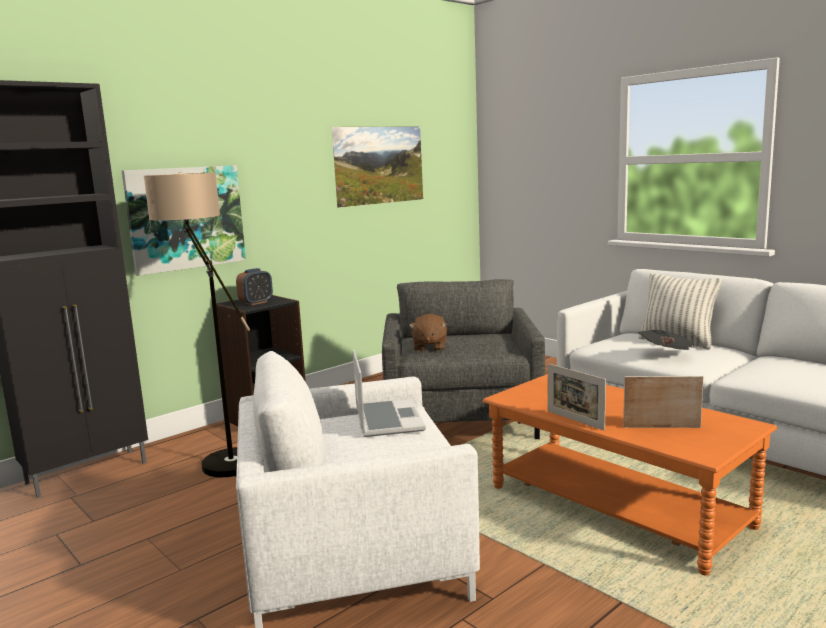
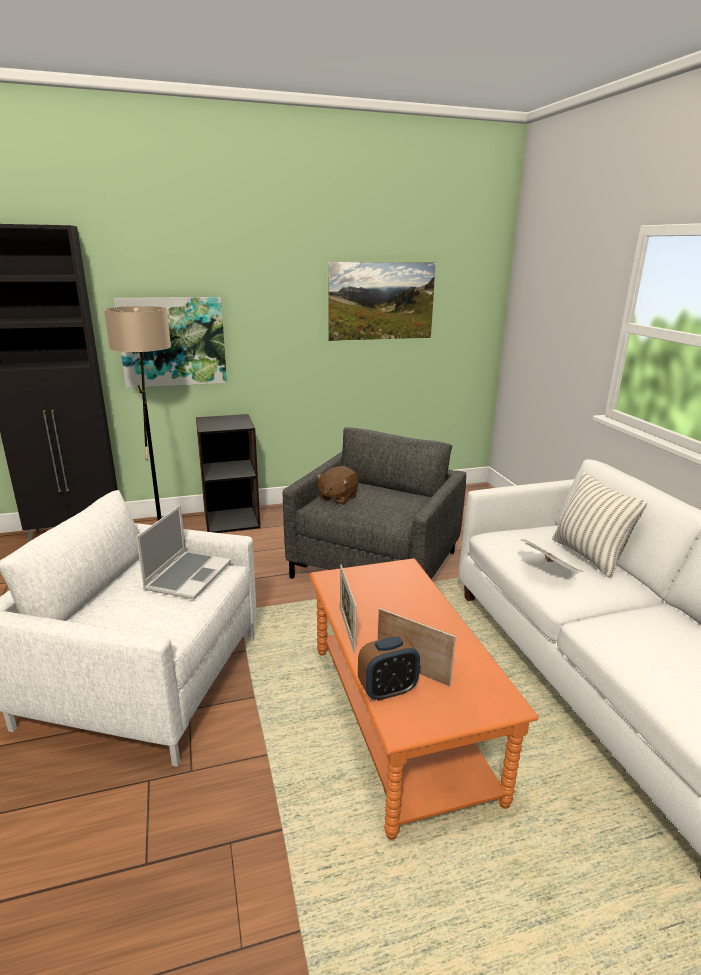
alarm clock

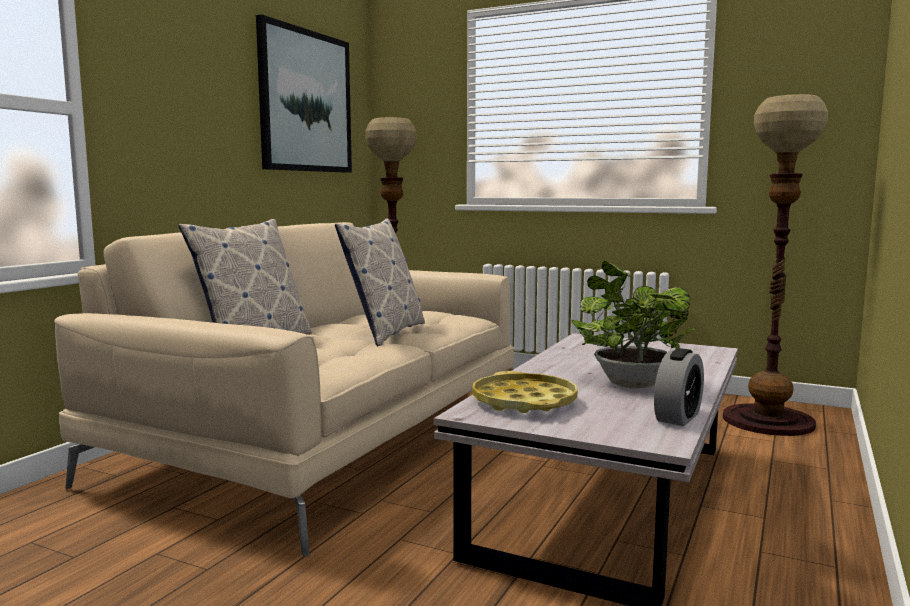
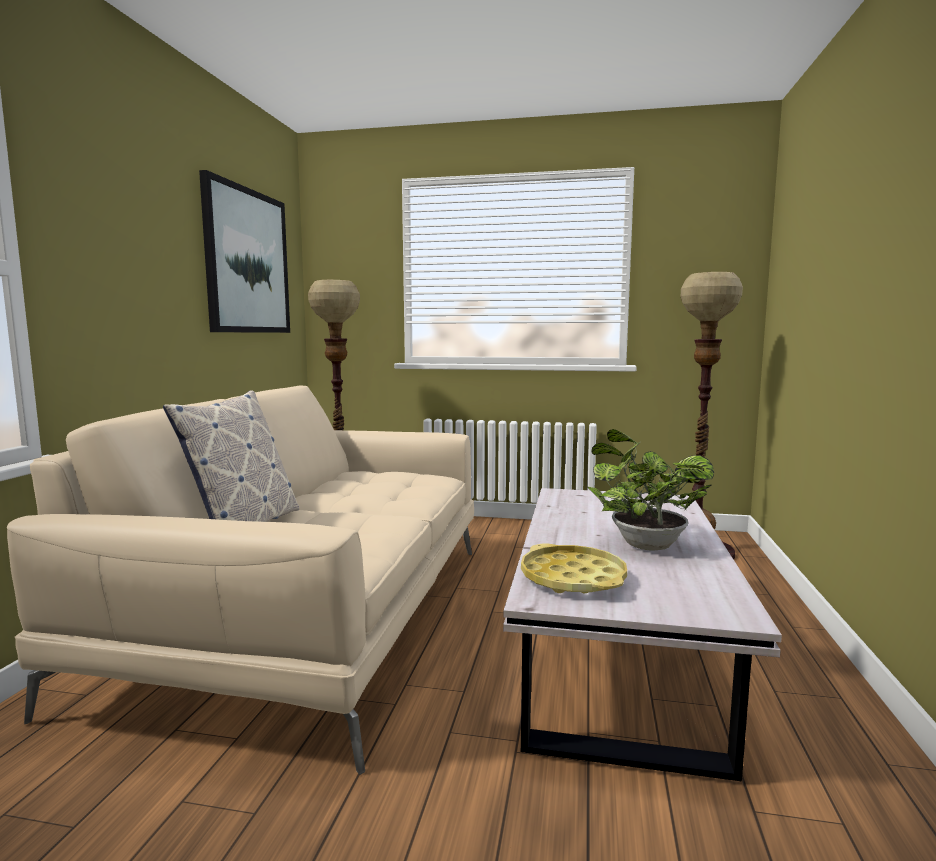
cushion (2nd from left in the first image)
alarm clock

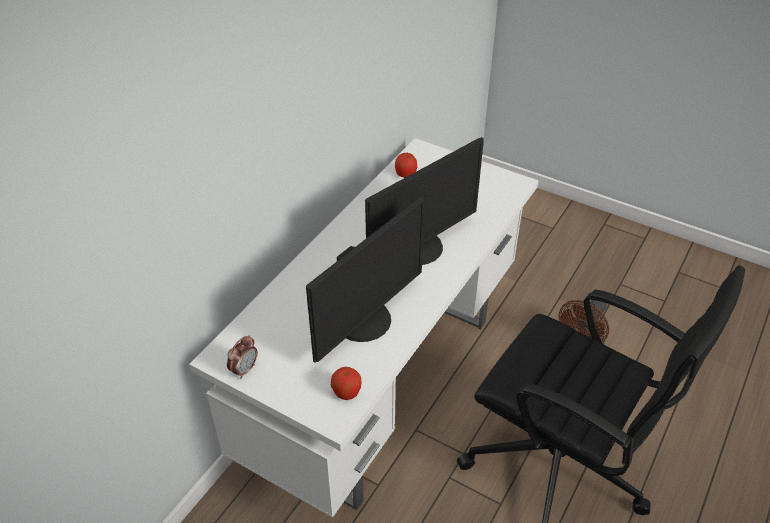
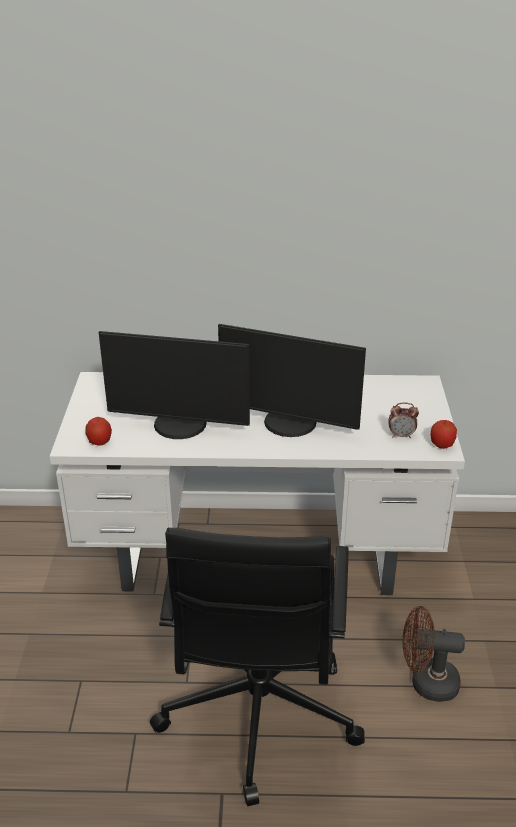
alarm clock
whole apple (2nd from left)

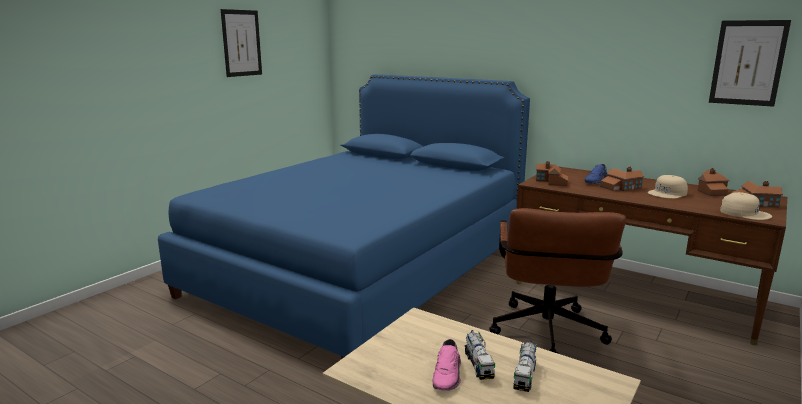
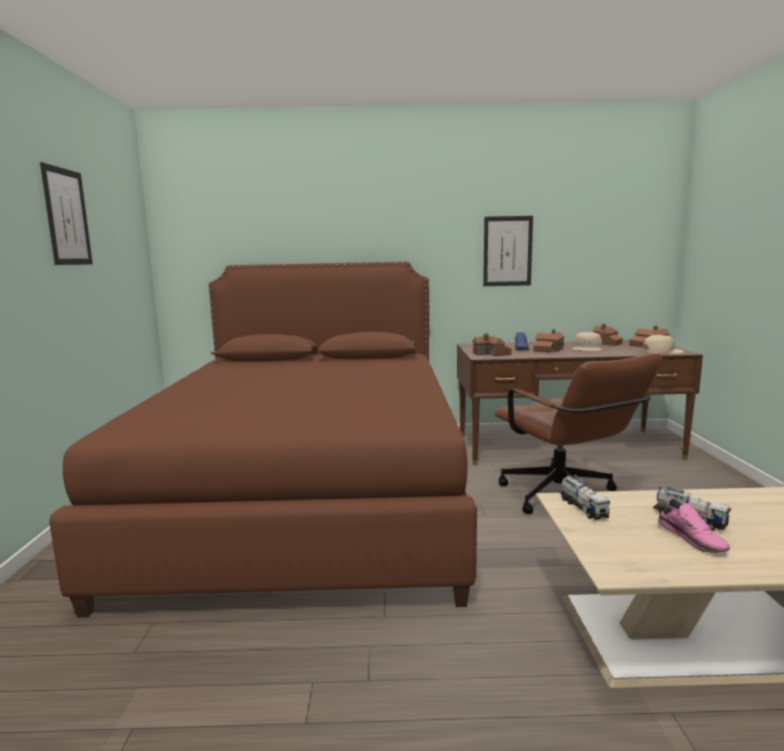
bedroom bed (brownish)
toy lorry (1st from left)
wall art (2nd from left)

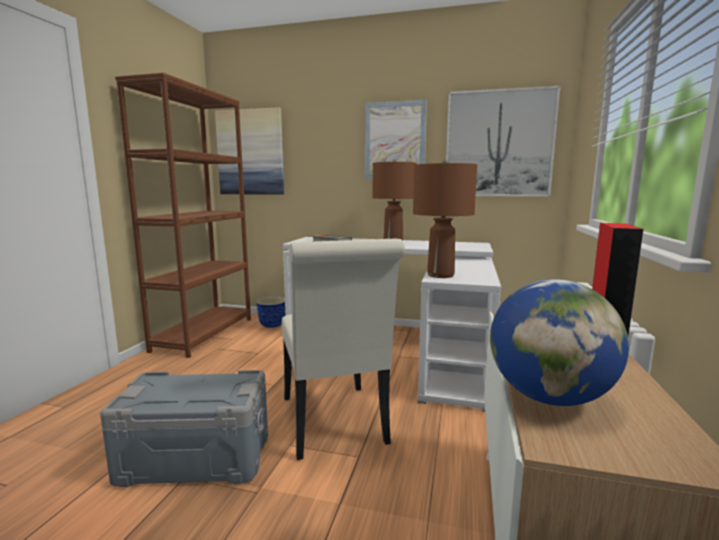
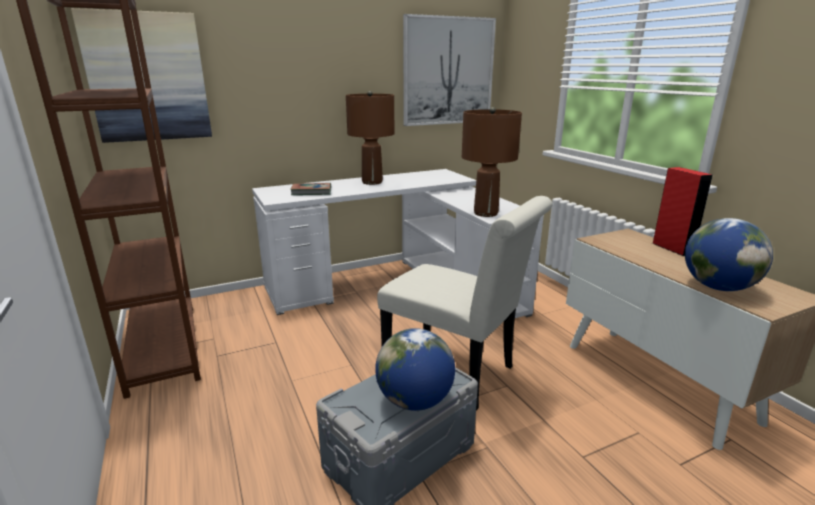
flower pot
wall art (2nd from left in the first image)
world globe (1st from left)

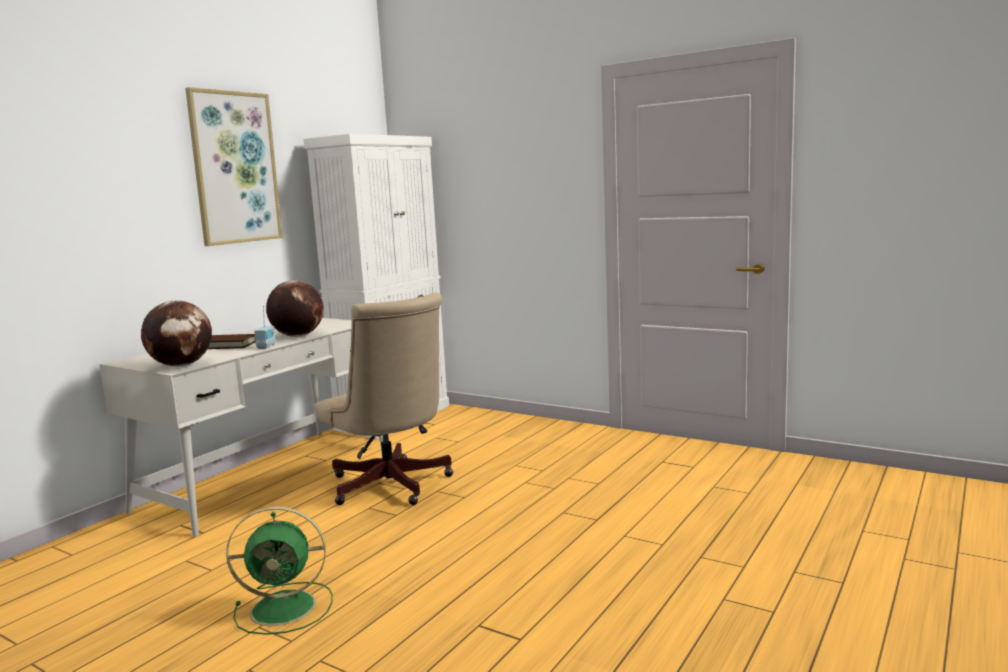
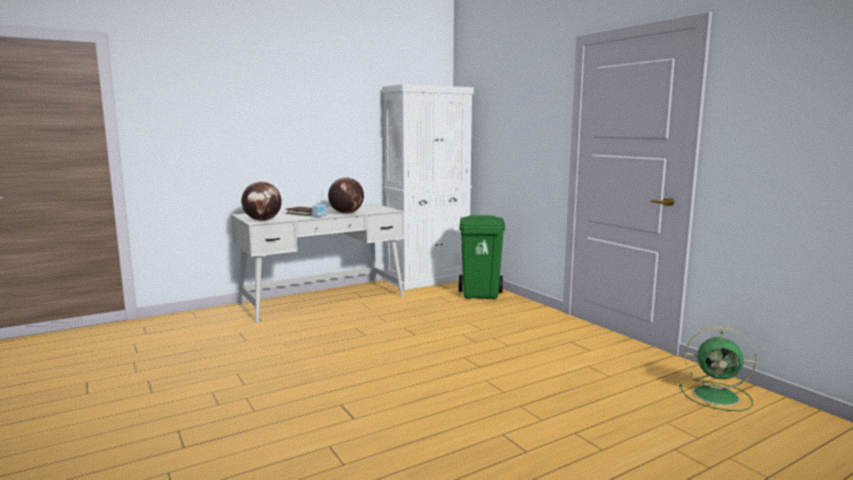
wall art
fan (green)
desk chair (sand-coloured)
trash can (green)

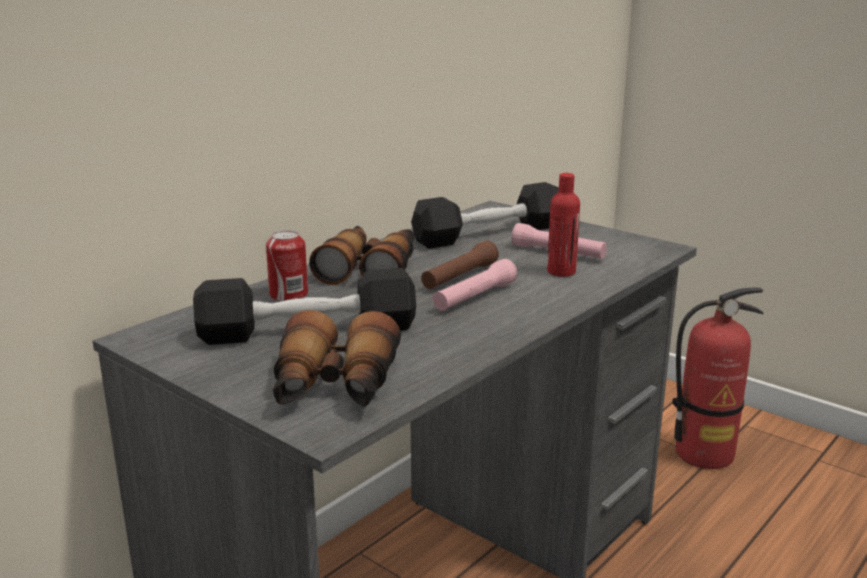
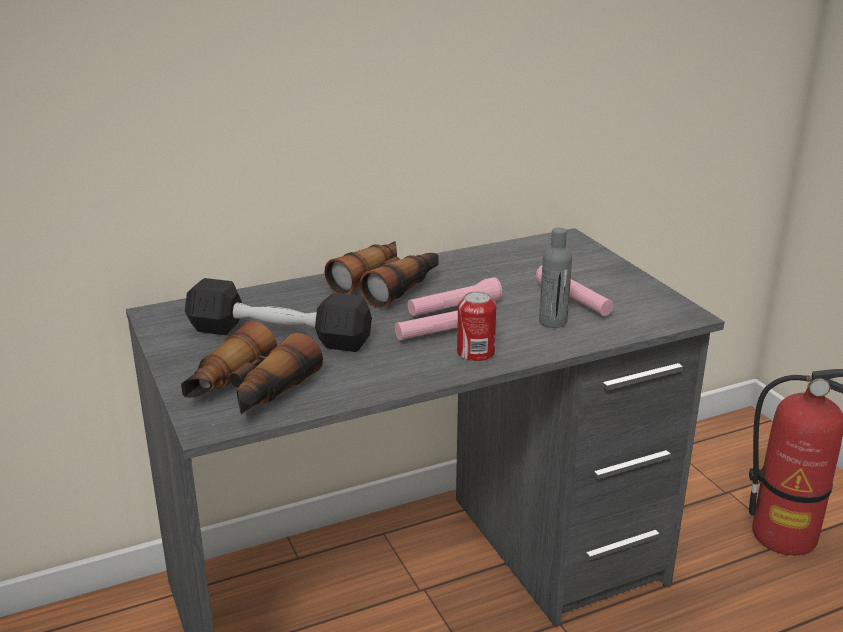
can
free weight (black) (2nd from left in the first image)
hand torch (pink-coloured) (2nd from left)
drink bottle (greyish)

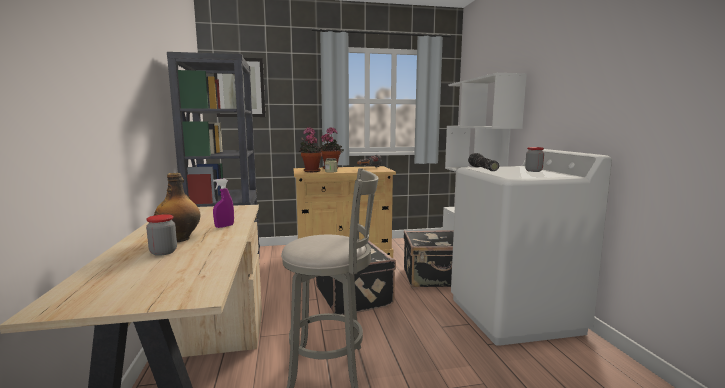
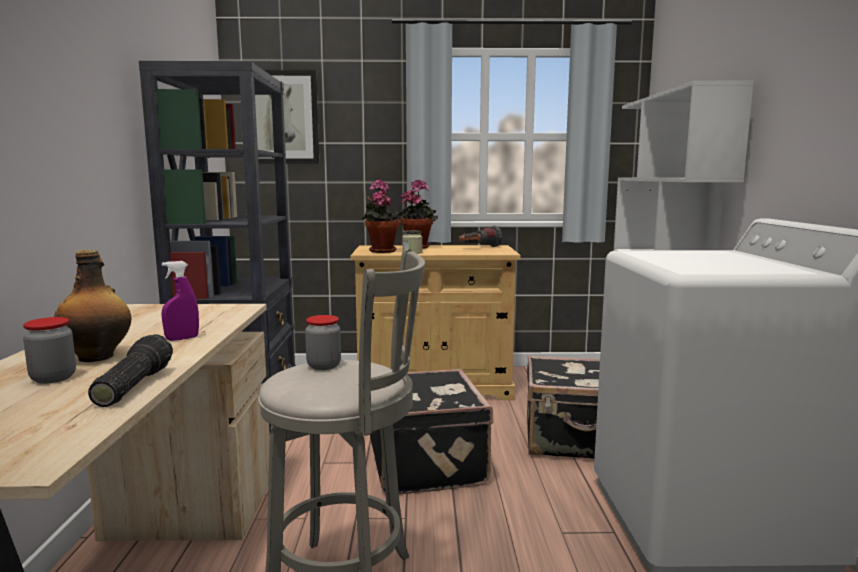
hand torch (1st from left)
storage jar (2nd from left)

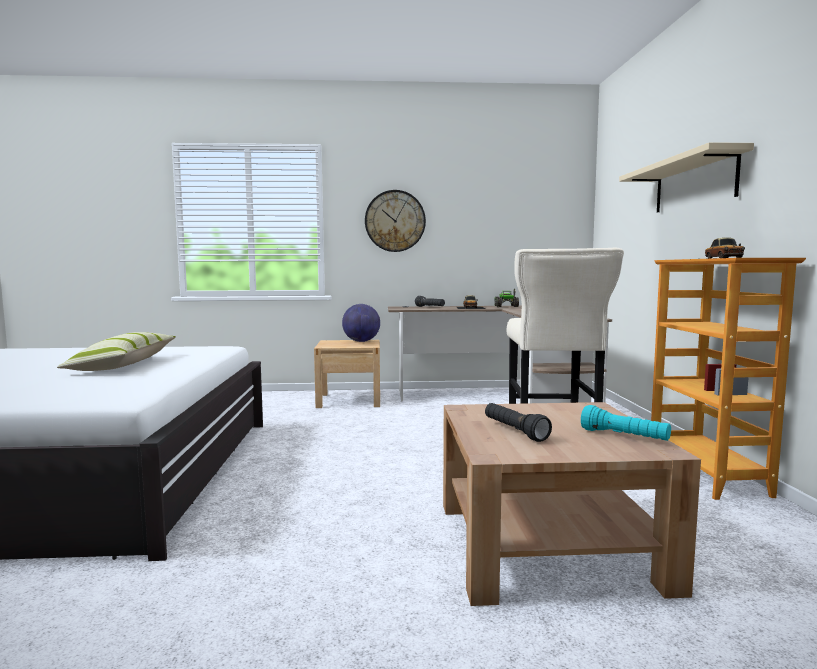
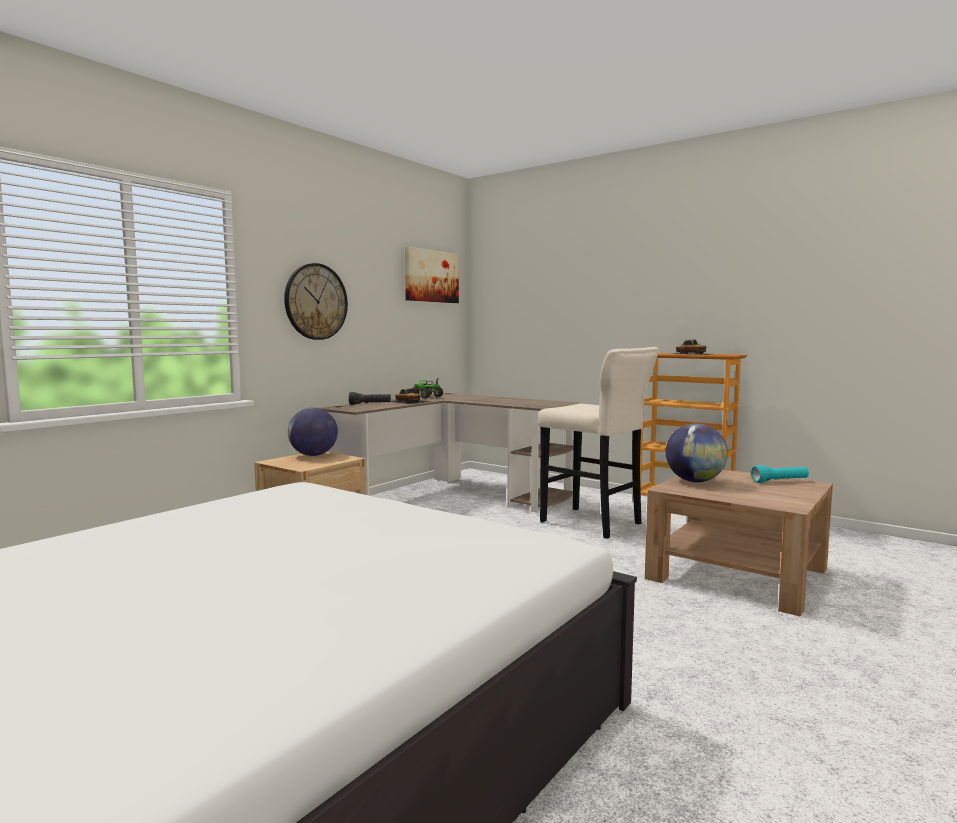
cushion
hand torch (black) (2nd from left in the first image)
bracket shelf (sand-coloured)
wall art
world globe (2nd from left)

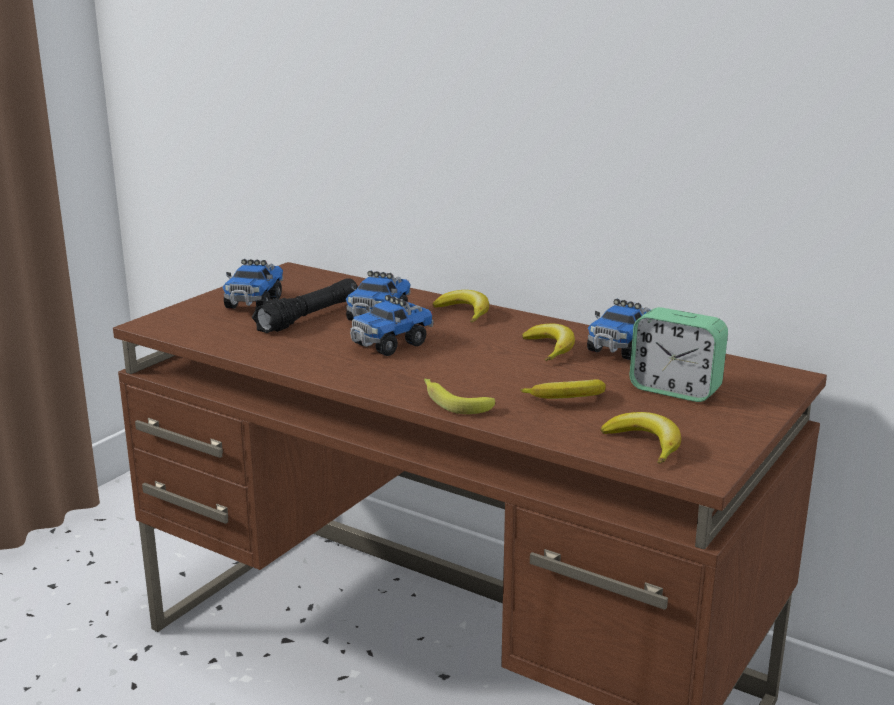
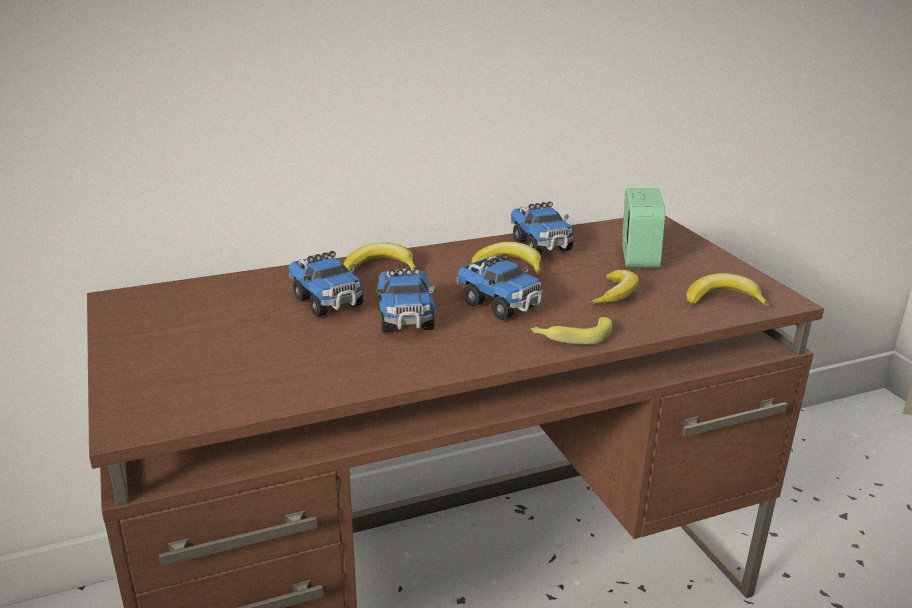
toy lorry (3rd from left)
hand torch (black)
alarm clock

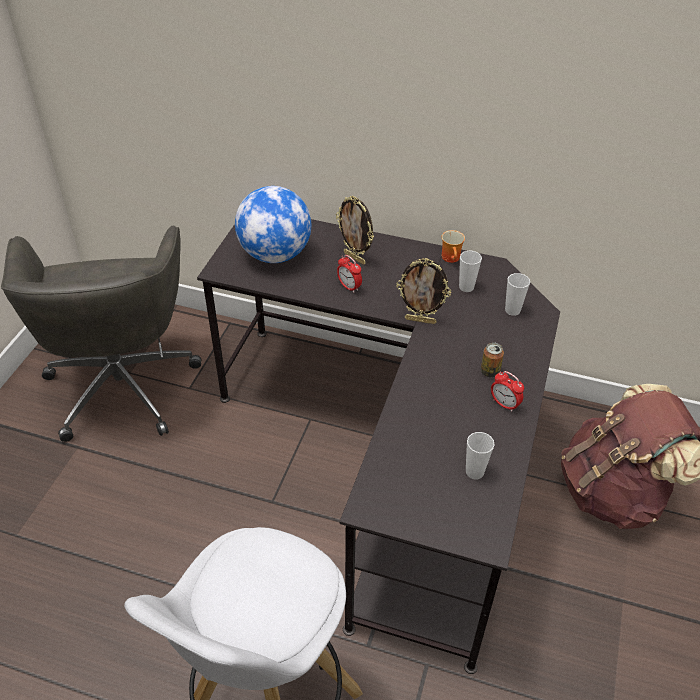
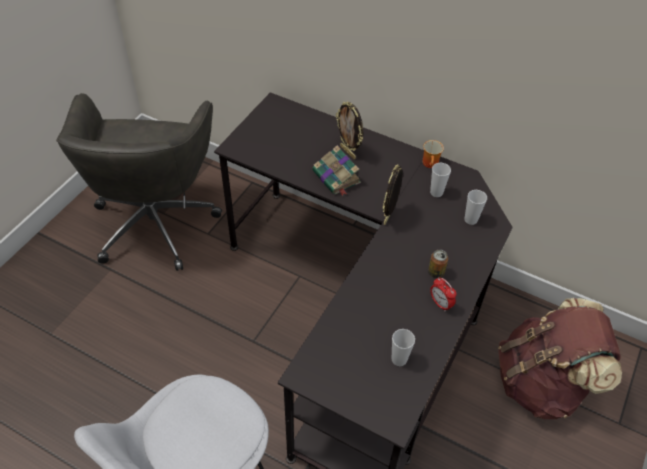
world globe
book
picture frame (2nd from left)

